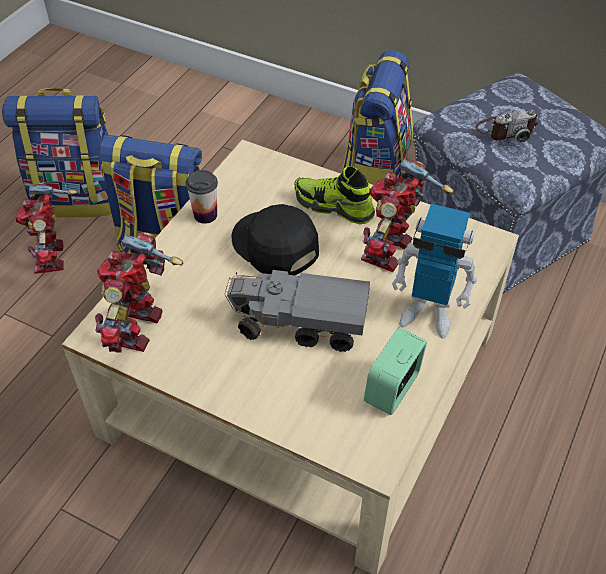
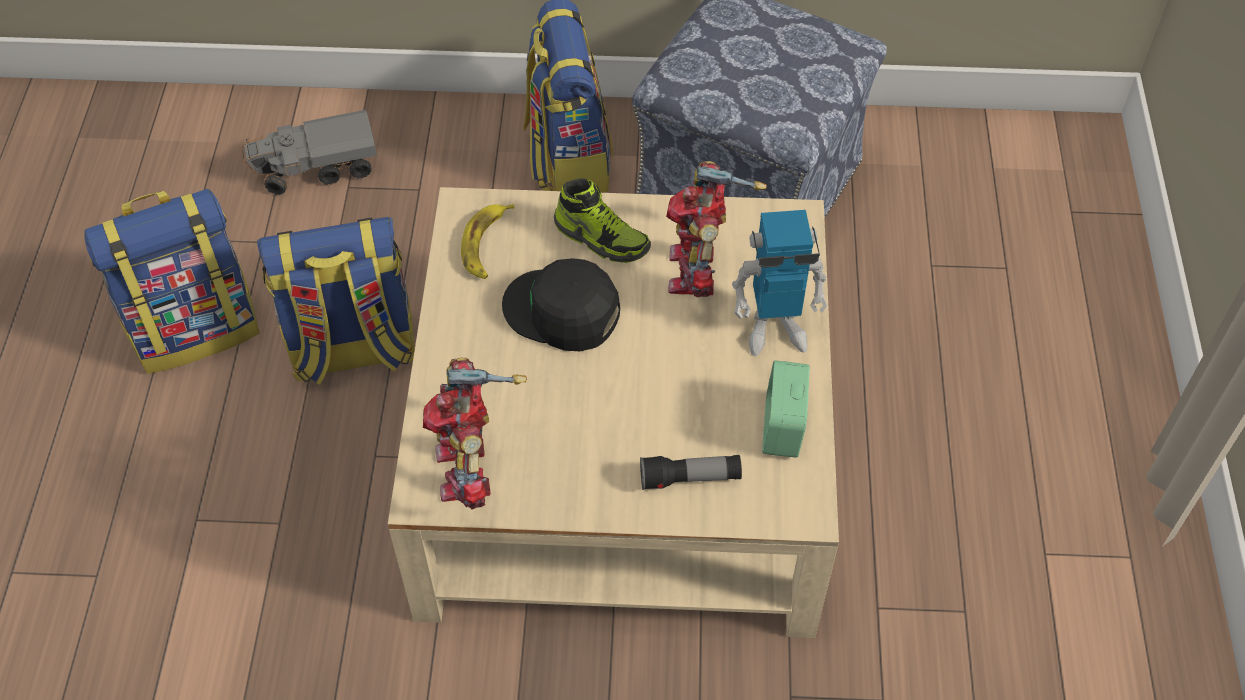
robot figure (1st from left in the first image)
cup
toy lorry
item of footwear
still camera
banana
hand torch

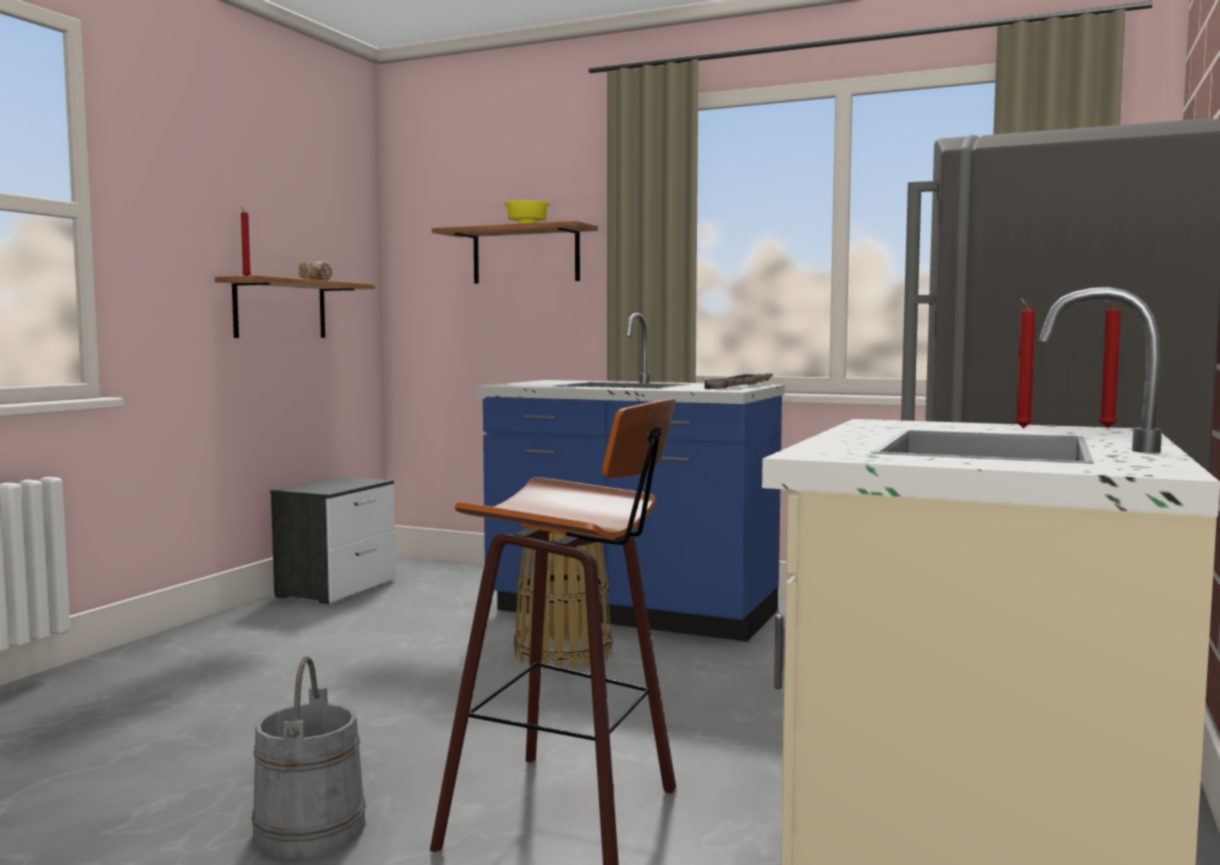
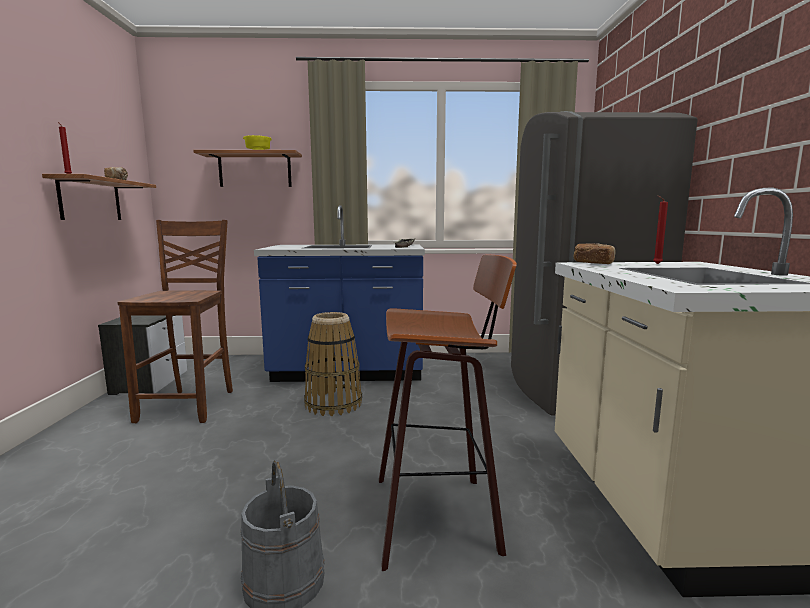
candle (reddish) (3rd from left in the first image)
upright chair (brownish)
baked bread (2nd from left)

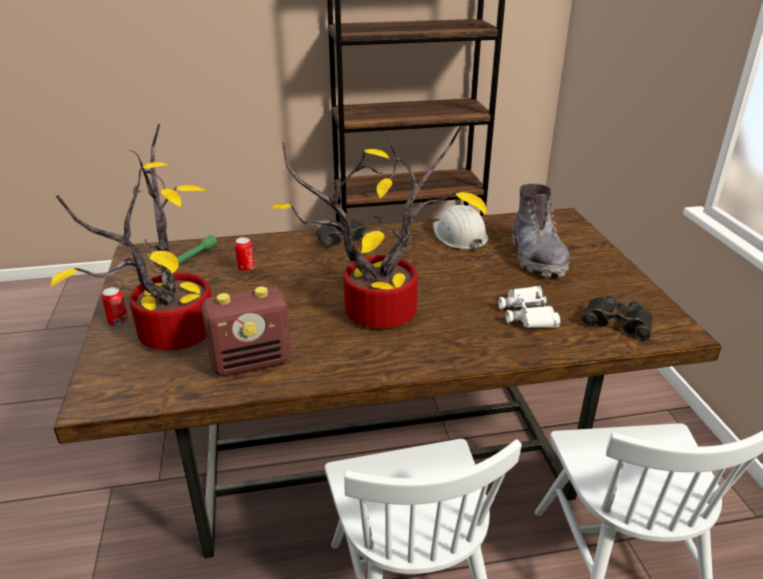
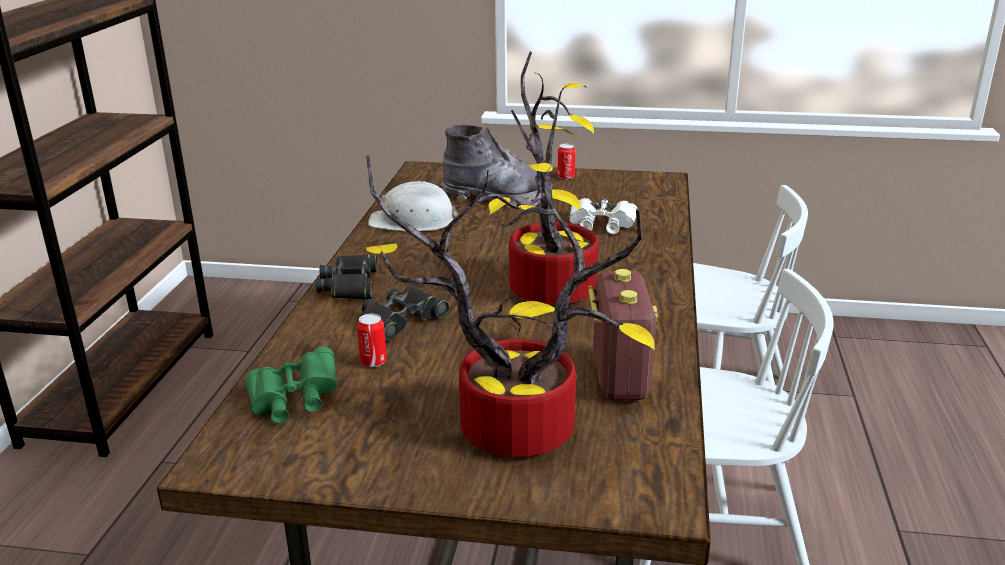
can (2nd from left)
pair of binoculars (green)
pair of binoculars (black) (2nd from left)

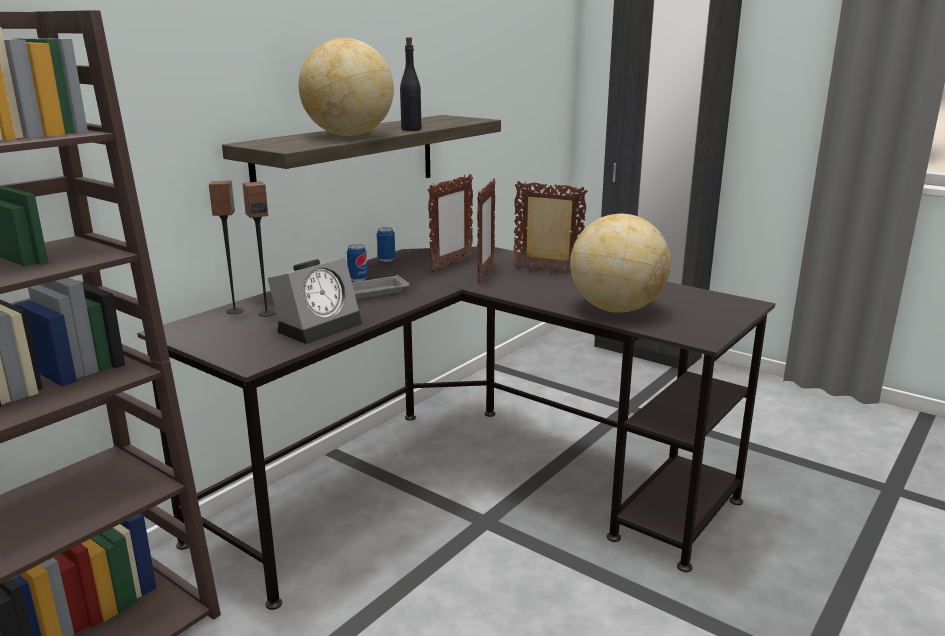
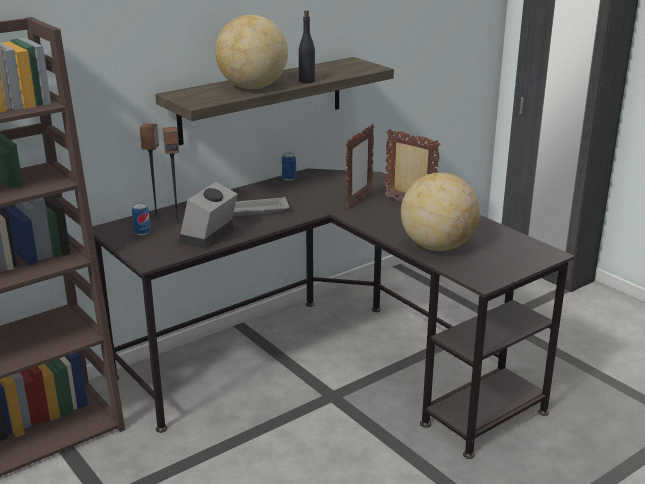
alarm clock
can (1st from left)
picture frame (1st from left in the first image)

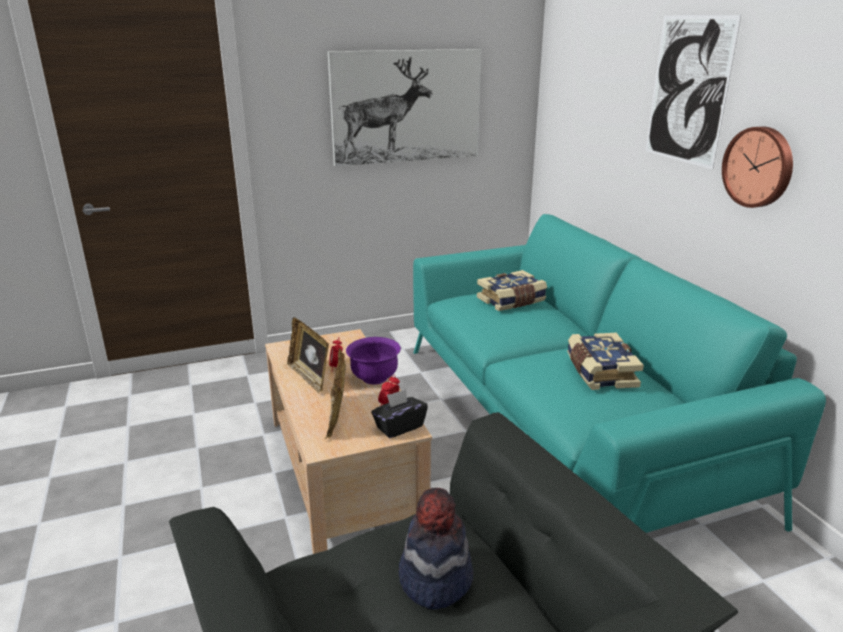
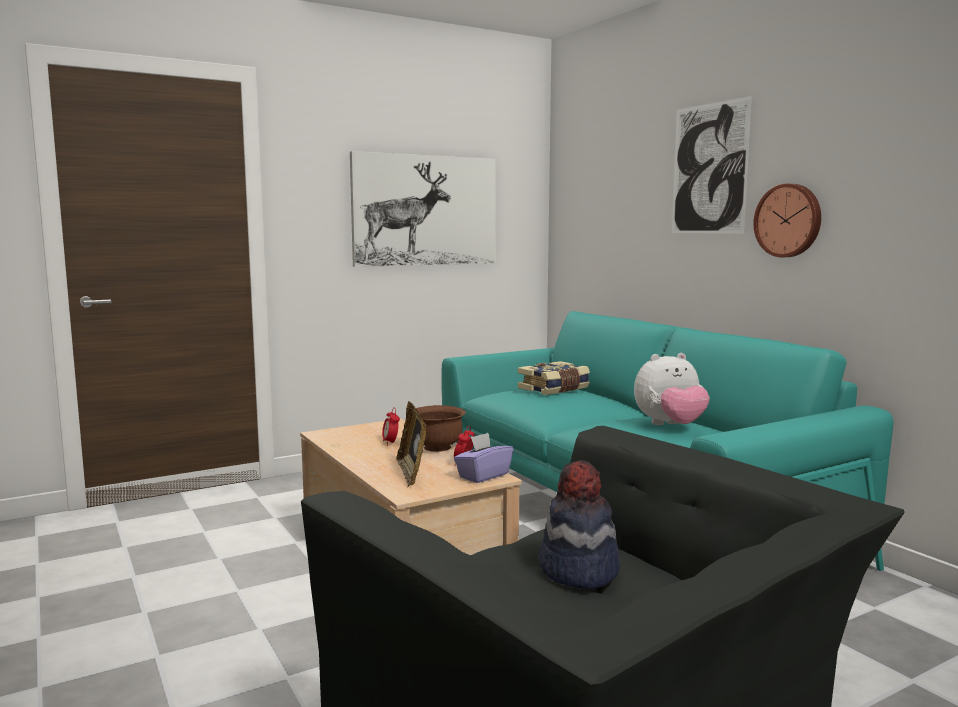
picture frame (1st from left in the first image)
deep dish (brownish)
tissue holder (purple)
cuddly toy

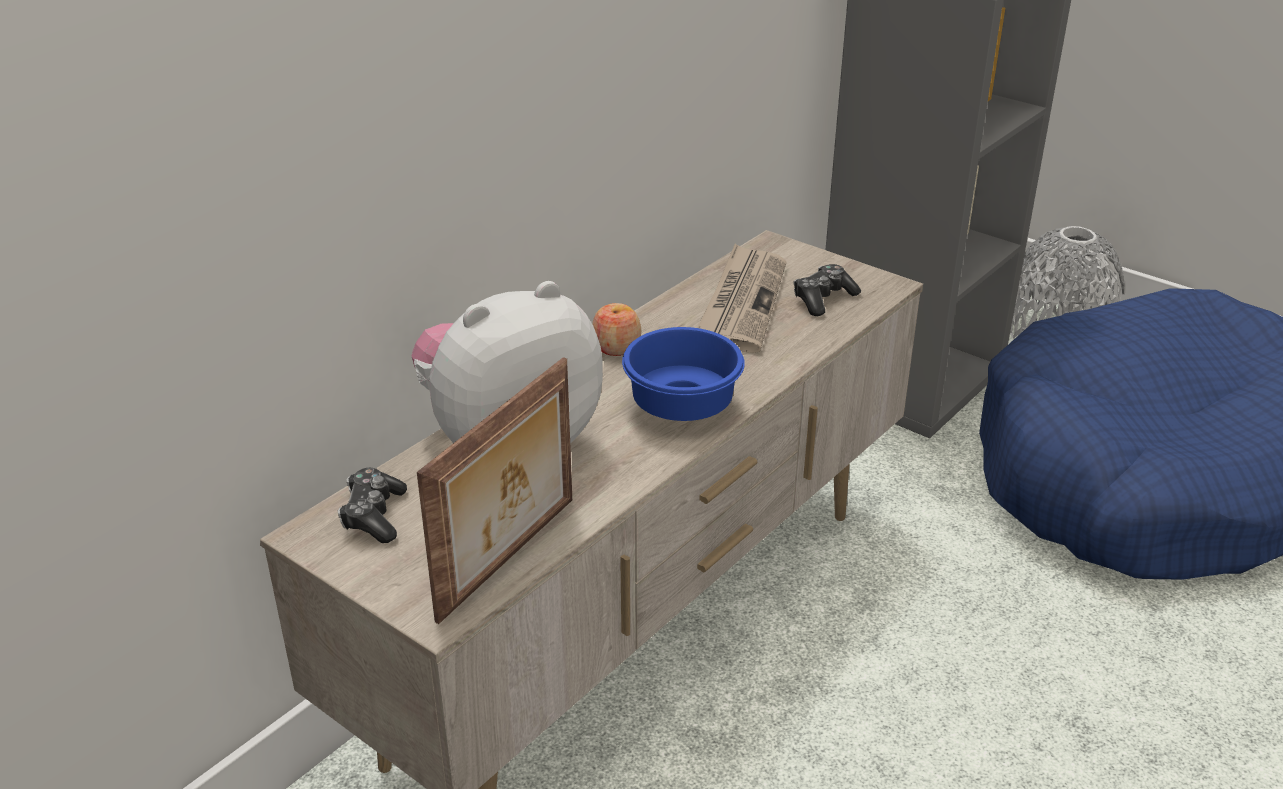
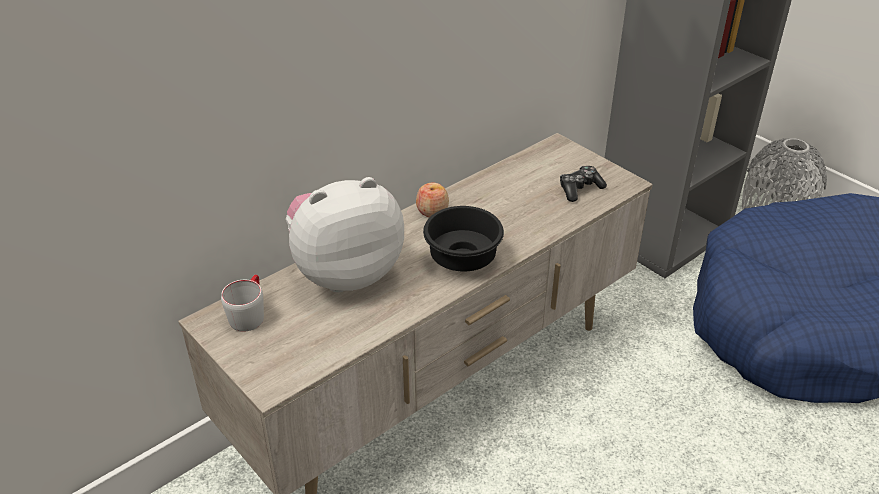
mug (greyish)
picture frame
deep dish (black)
newspaper

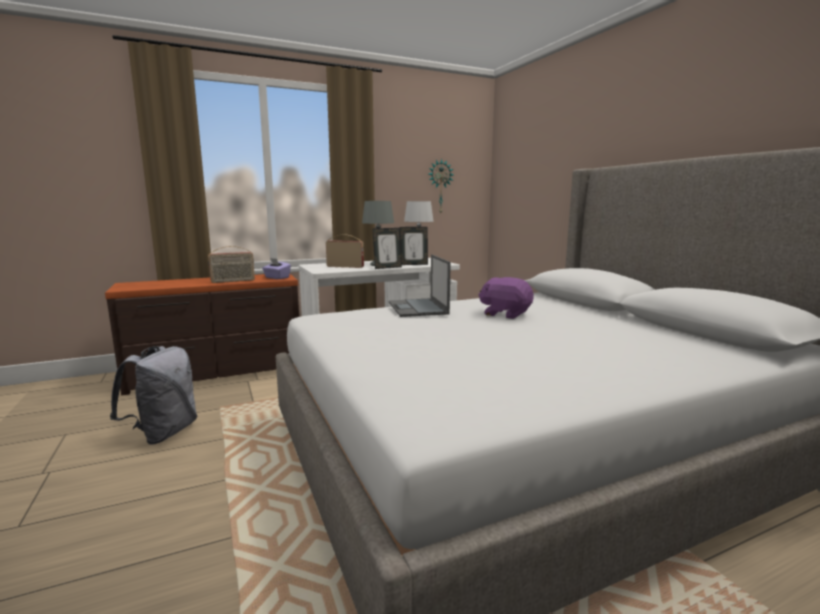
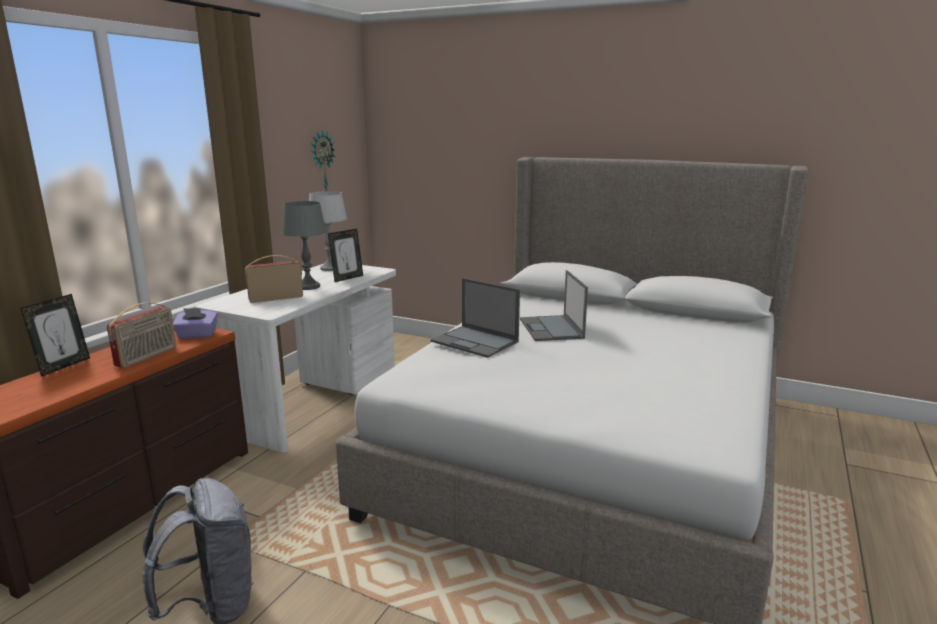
picture frame (1st from left)
portable computer (2nd from left)

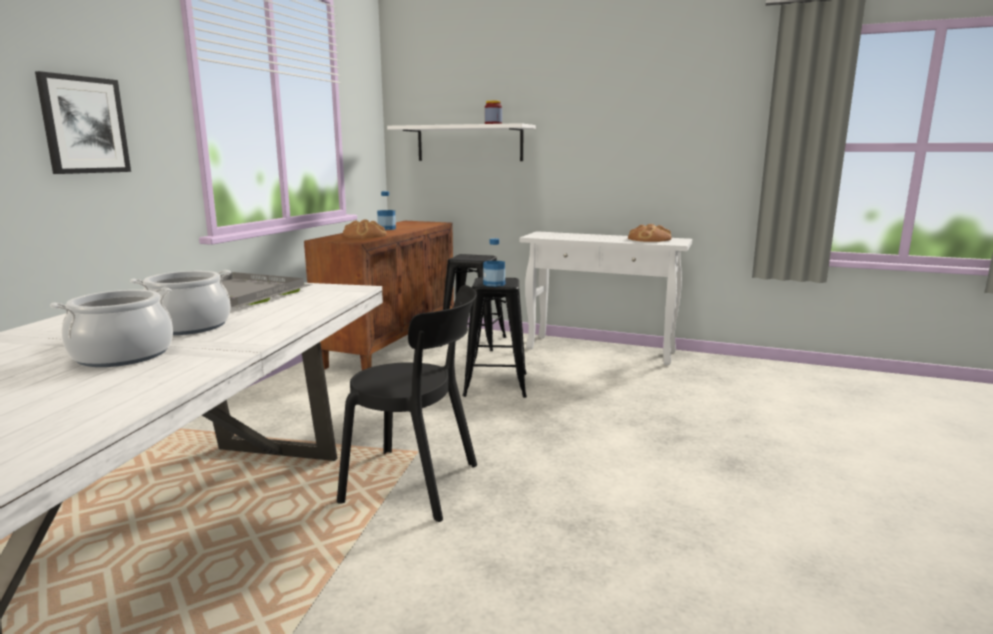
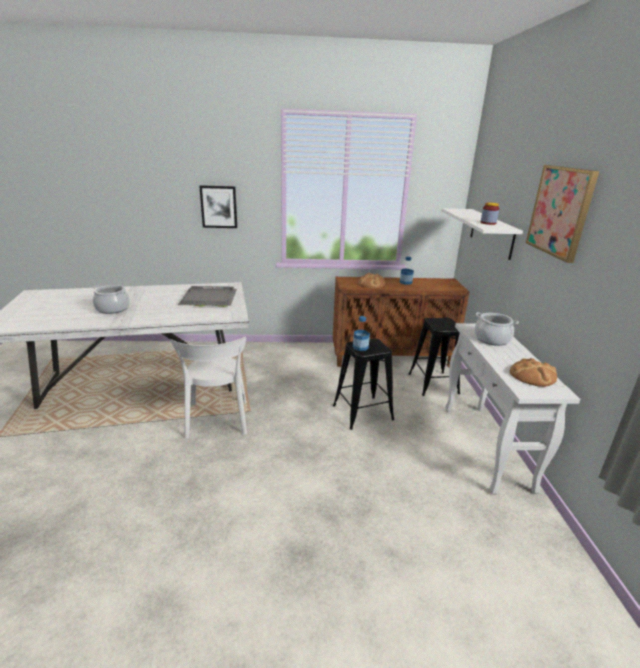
cooking pot (2nd from left)
upright chair (white-coloured)
wall art (2nd from left)

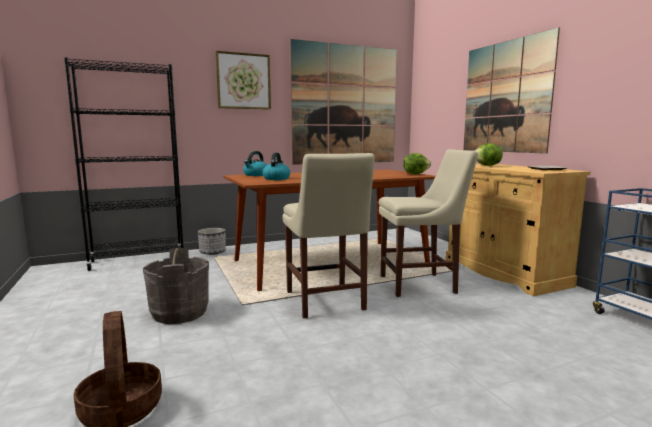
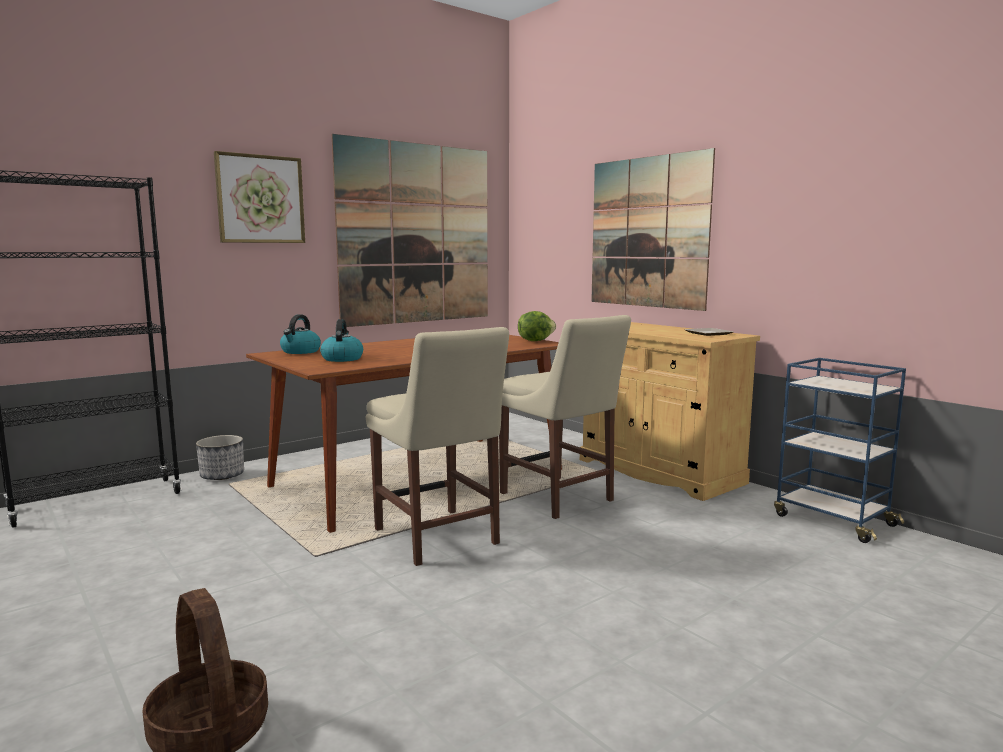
water bucket (greyish)
upright chair (sand-coloured) (2nd from left)
lettuce (2nd from left in the first image)

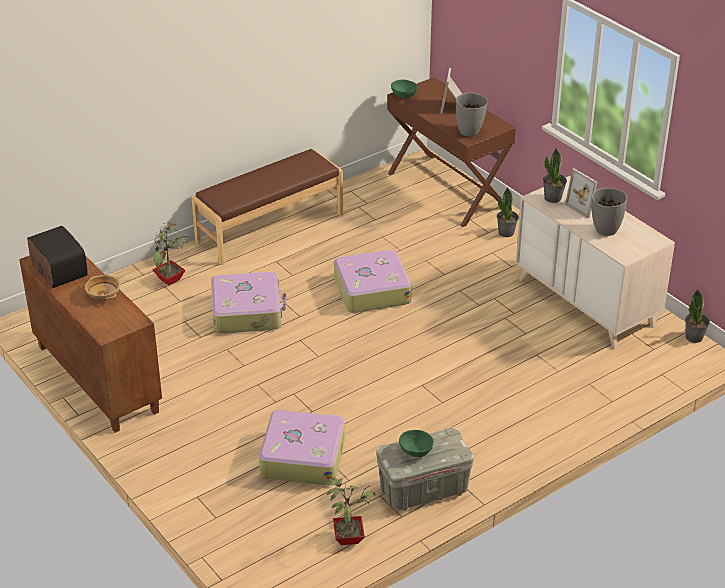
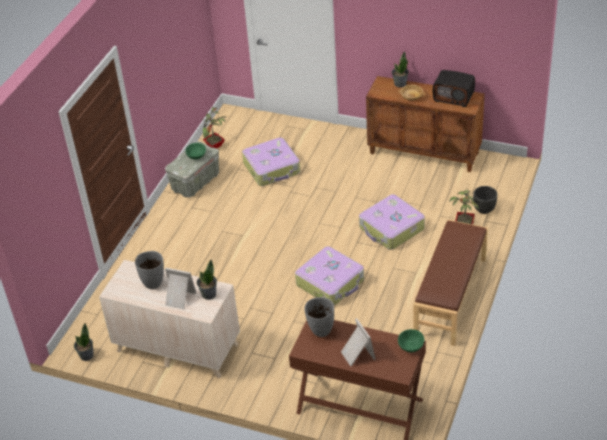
potted plant (4th from left)
flower pot (black)

